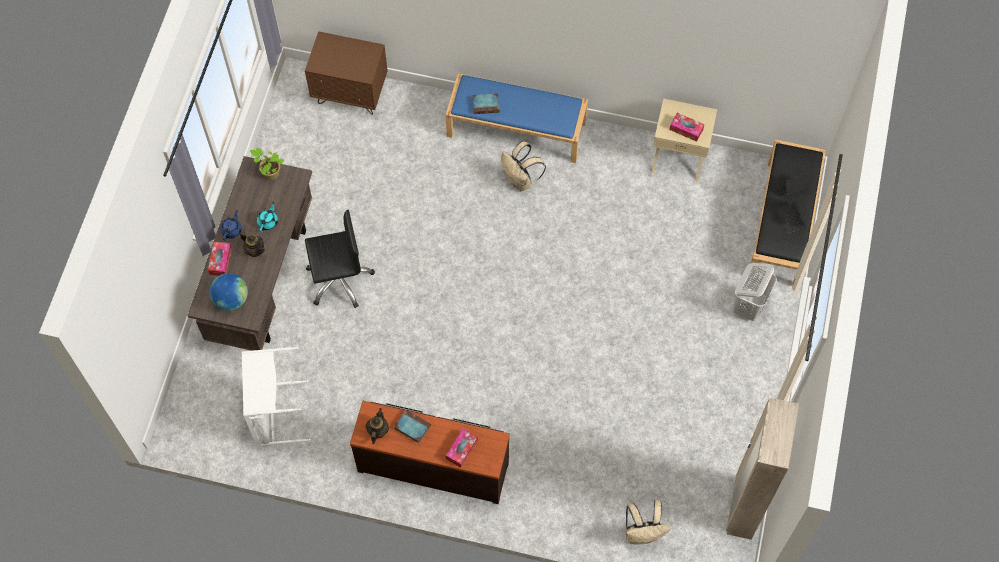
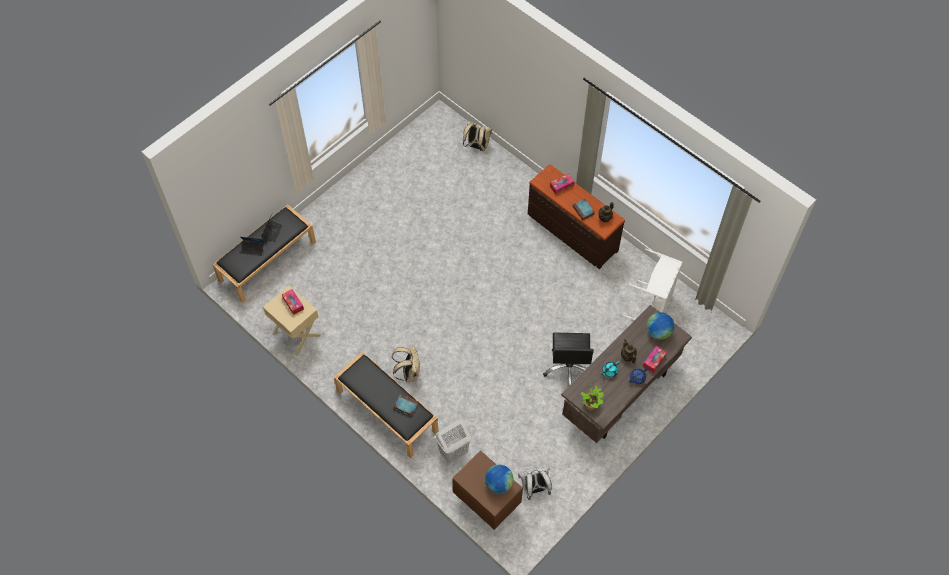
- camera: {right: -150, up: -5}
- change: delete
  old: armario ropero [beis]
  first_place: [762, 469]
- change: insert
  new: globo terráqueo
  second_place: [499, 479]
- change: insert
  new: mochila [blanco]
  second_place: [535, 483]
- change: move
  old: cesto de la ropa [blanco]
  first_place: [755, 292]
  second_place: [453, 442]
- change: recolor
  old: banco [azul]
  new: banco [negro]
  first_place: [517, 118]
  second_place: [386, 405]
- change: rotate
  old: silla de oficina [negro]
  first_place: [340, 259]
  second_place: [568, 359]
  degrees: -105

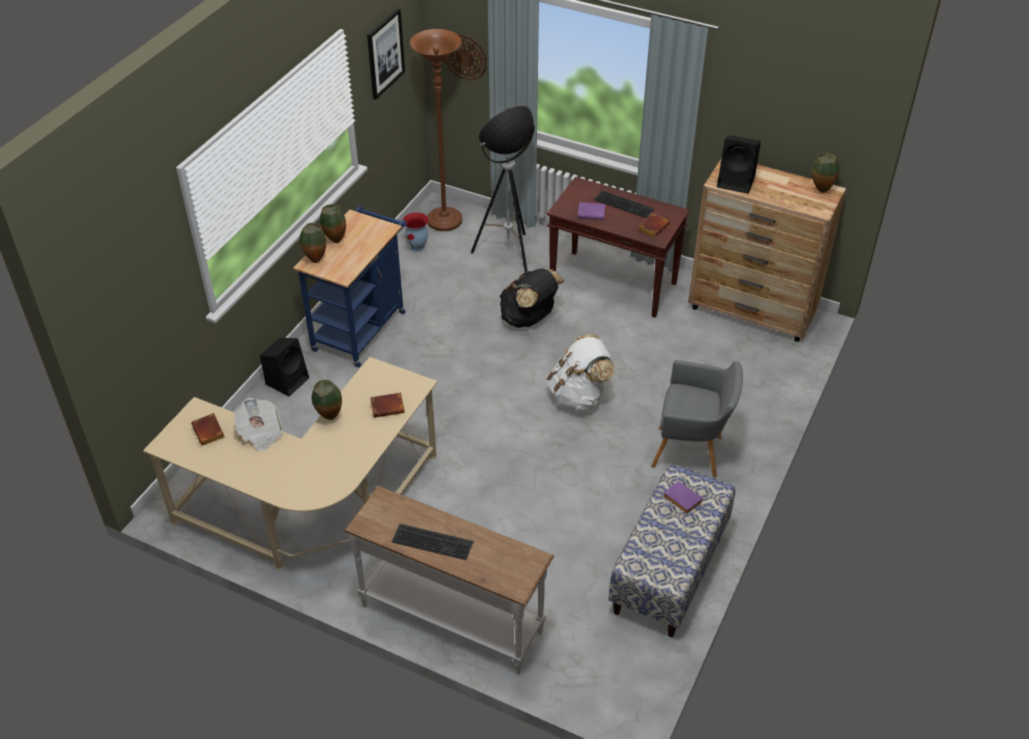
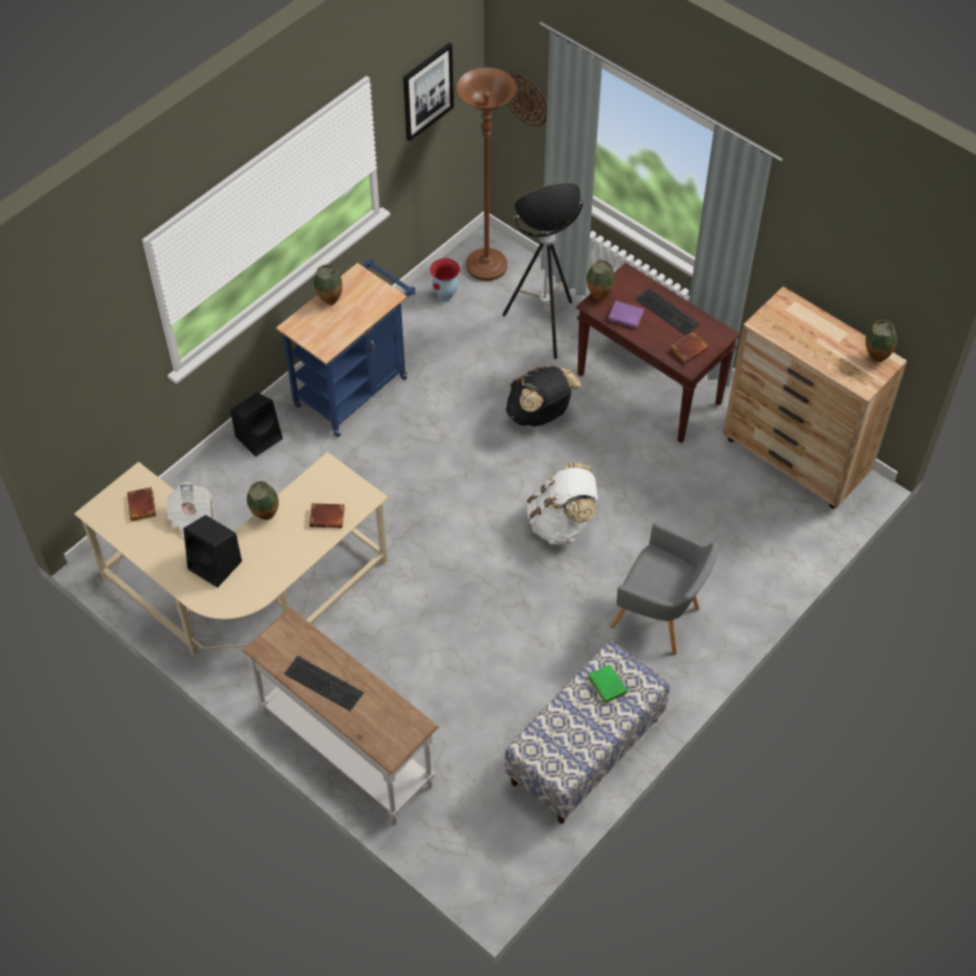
- camera: {right: 15, up: 10}
- change: move
  old: florero
  first_place: [313, 243]
  second_place: [601, 280]
- change: move
  old: altavoz [negro]
  first_place: [739, 164]
  second_place: [212, 551]
- change: recolor
  old: libro [morado]
  new: libro [verde]
  first_place: [683, 497]
  second_place: [608, 684]

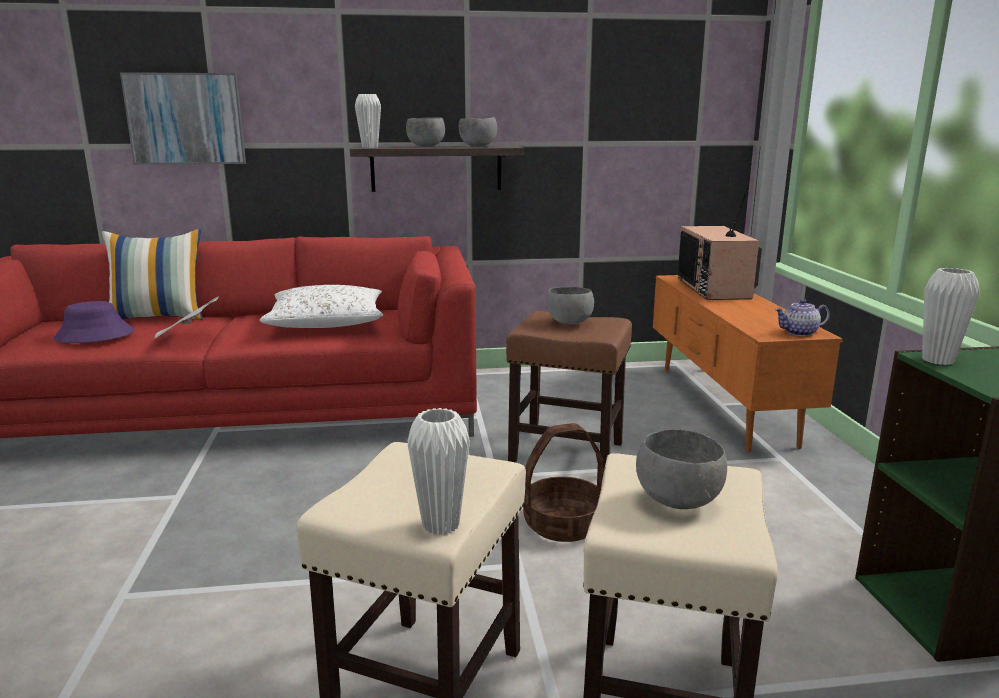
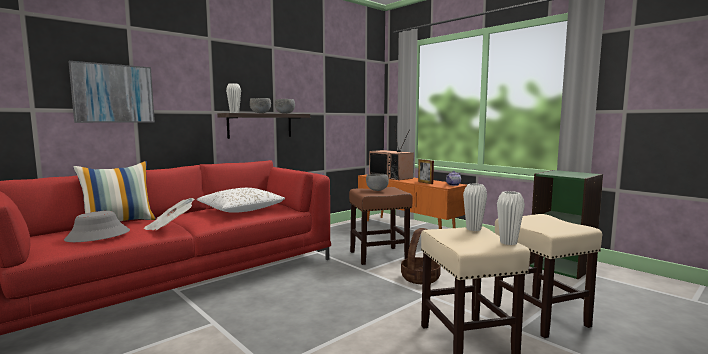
- camera: {right: -35, up: -10}
- change: delete
  old: cuenco [gris]
  first_place: [681, 469]
- change: insert
  new: portarretratos
  second_place: [426, 171]
- change: move
  old: florero [blanco]
  first_place: [951, 316]
  second_place: [475, 207]
- change: recolor
  old: sombrero [morado]
  new: sombrero [gris]
  first_place: [94, 322]
  second_place: [97, 226]

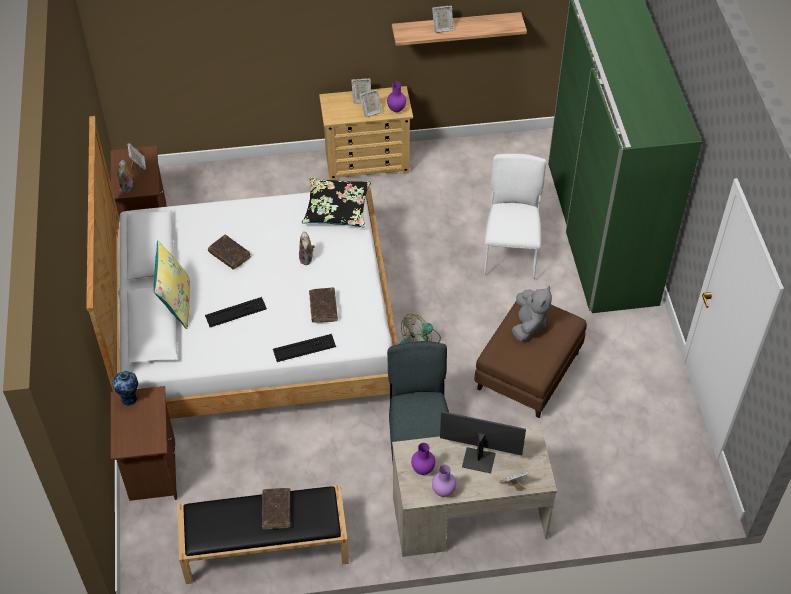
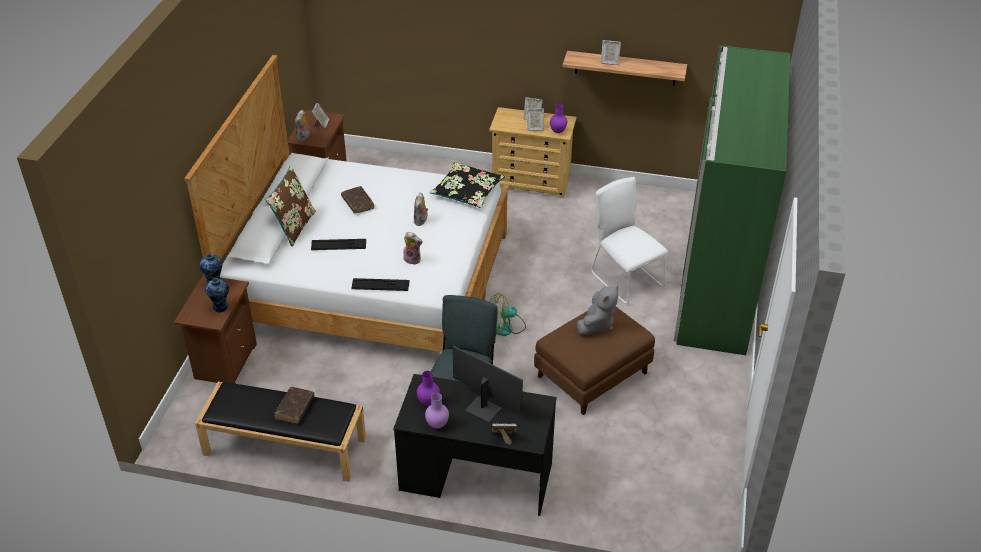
- camera: {right: 20, up: -10}
- change: insert
  new: florero
  second_place: [217, 295]
- change: replace
  old: libro [marrón]
  new: peluche
  first_place: [323, 305]
  second_place: [412, 248]
- change: recolor
  old: cojín [amarillo]
  new: cojín [marrón]
  first_place: [172, 284]
  second_place: [291, 206]
- change: recolor
  old: escritorio [beis]
  new: escritorio [negro]
  first_place: [474, 491]
  second_place: [475, 445]
- change: rotate
  old: silla [blanco]
  first_place: [515, 216]
  second_place: [629, 240]
  degrees: -60

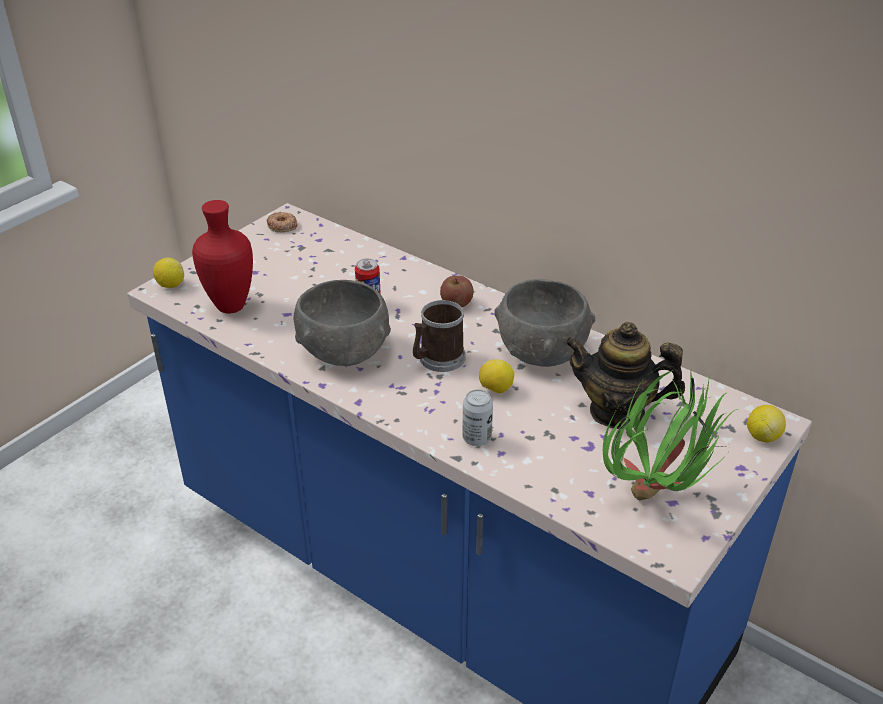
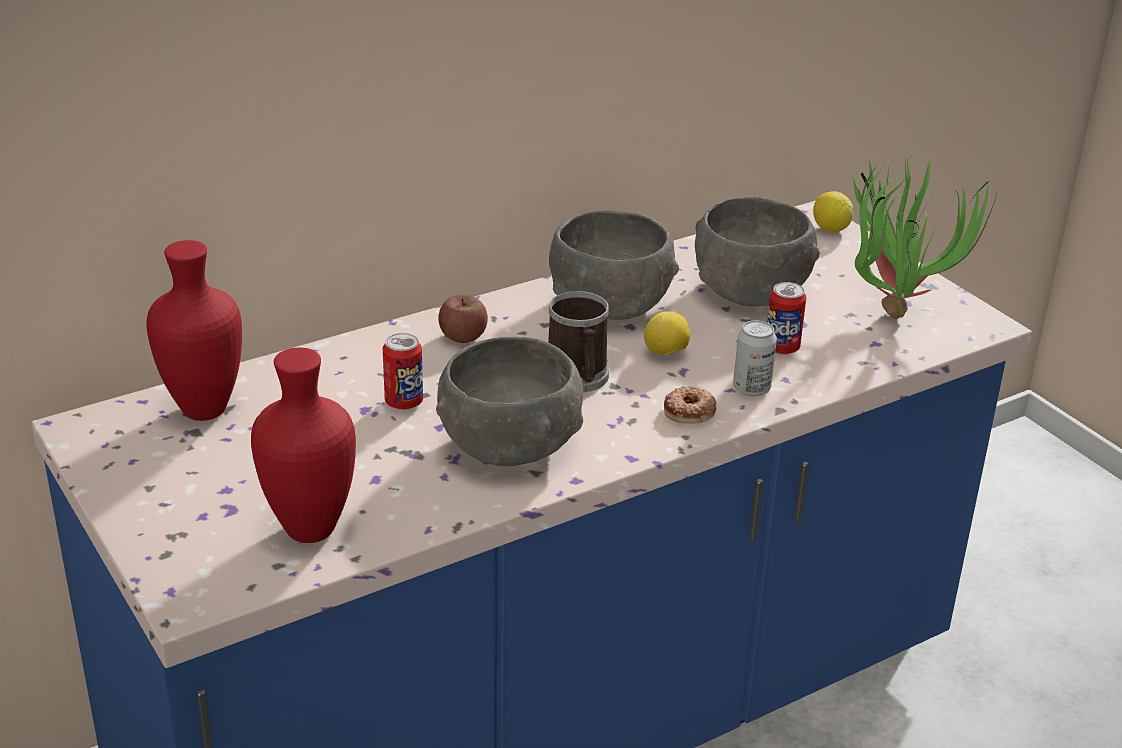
- camera: {right: -70, up: -5}
- change: delete
  old: limón
  first_place: [168, 273]
- change: insert
  new: florero [rojo]
  second_place: [194, 330]
- change: insert
  new: lata
  second_place: [786, 318]
- change: move
  old: rosquilla
  first_place: [282, 222]
  second_place: [690, 405]
- change: replace
  old: tetera
  new: cuenco [gris]
  first_place: [625, 375]
  second_place: [757, 251]

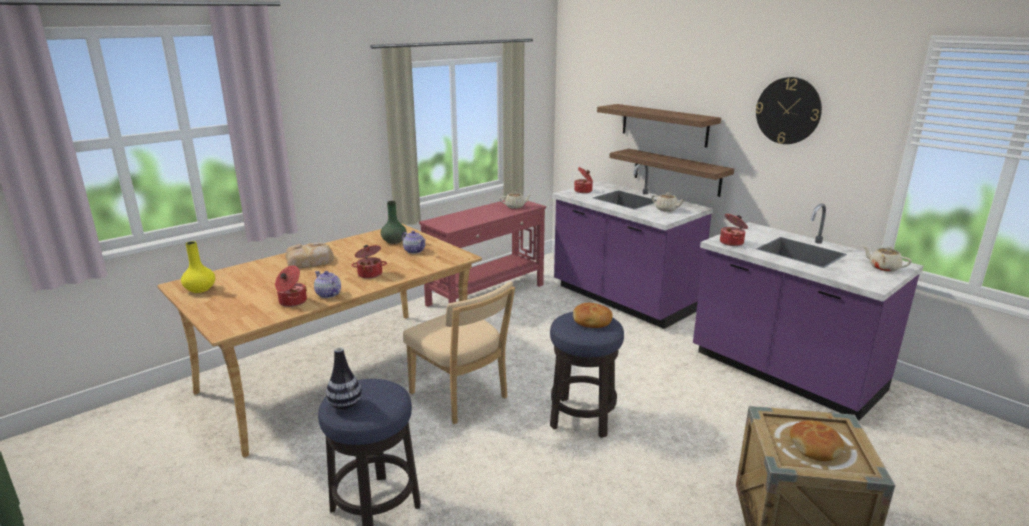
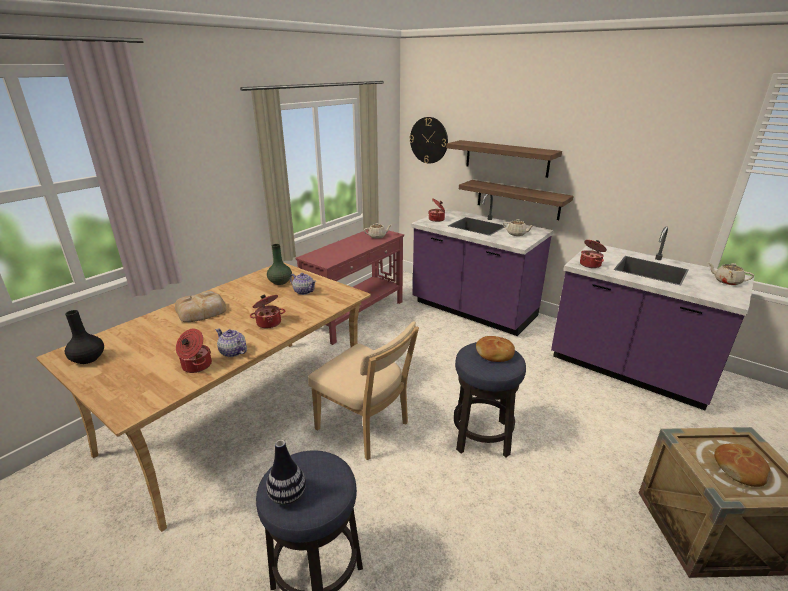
- camera: {right: -10, up: 5}
- change: move
  old: reloj de pared
  first_place: [789, 110]
  second_place: [428, 140]
- change: recolor
  old: florero [amarillo]
  new: florero [negro]
  first_place: [198, 267]
  second_place: [84, 337]

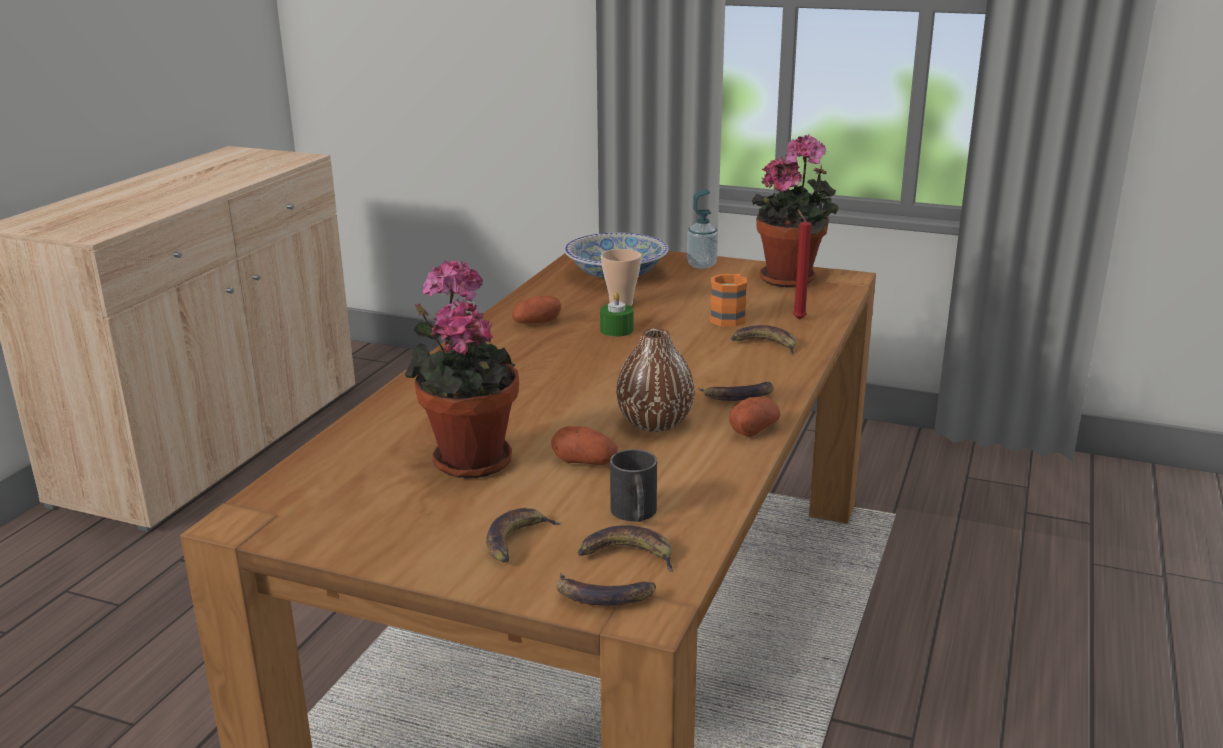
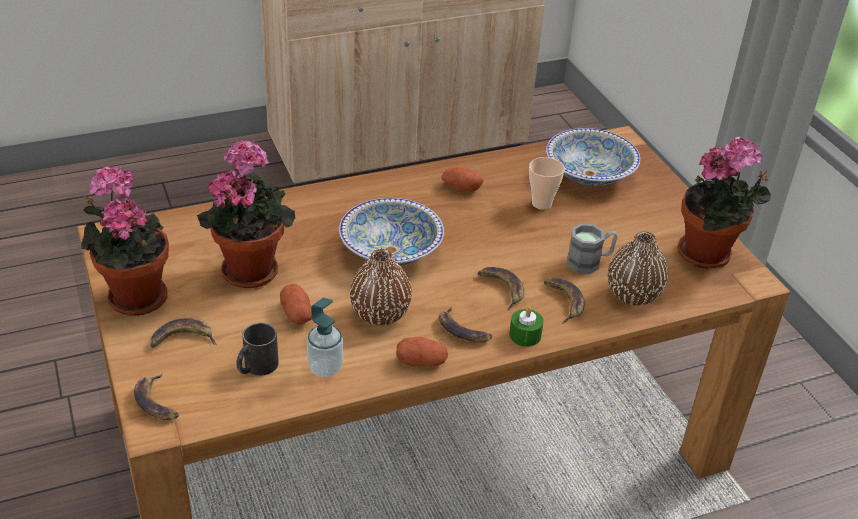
- camera: {right: 45, up: 15}
- change: insert
  new: planta en maceta
  second_place: [125, 241]
- change: insert
  new: cuenco
  second_place: [391, 232]
- change: move
  old: plátano
  first_place: [625, 548]
  second_place: [501, 288]
- change: move
  old: vela [verde]
  first_place: [617, 314]
  second_place: [526, 326]
- change: move
  old: dispensador de jabón
  first_place: [702, 229]
  second_place: [325, 337]
- change: replace
  old: vela [rojo]
  new: florero [marrón]
  first_place: [802, 265]
  second_place: [638, 268]
- change: recolor
  old: taza grande [naranja]
  new: taza grande [gris]
  first_place: [728, 300]
  second_place: [592, 248]

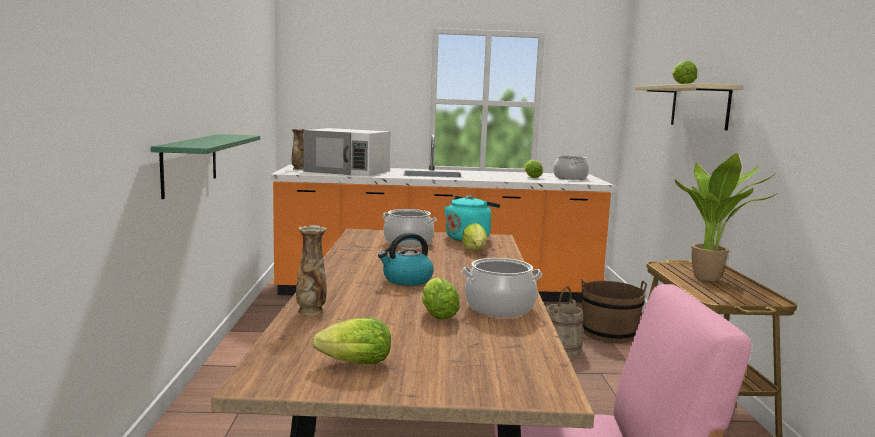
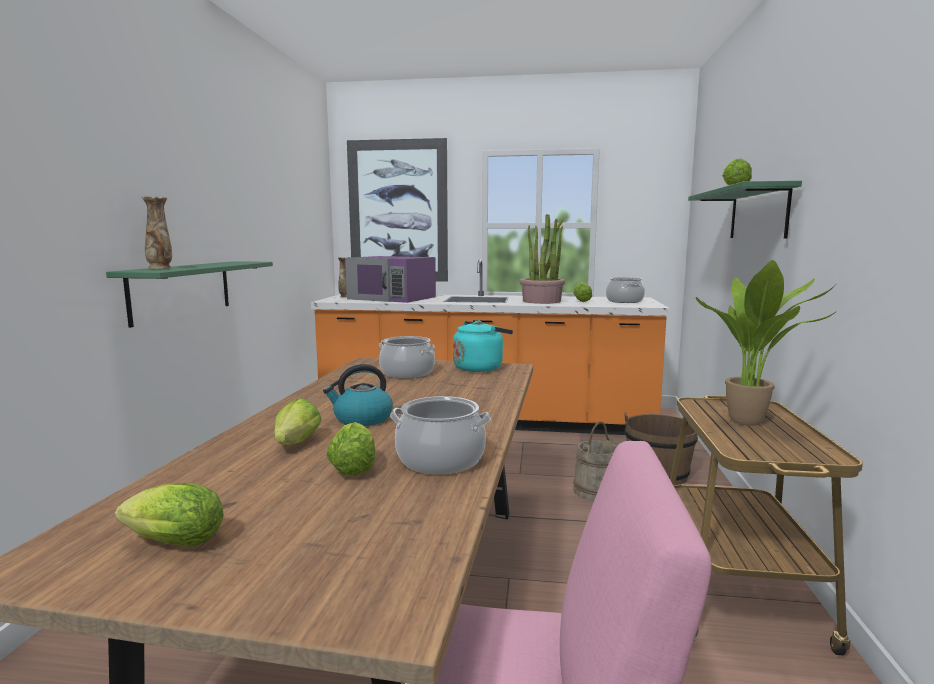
- camera: {right: 10, up: 0}
- change: insert
  new: cuadro
  second_place: [397, 210]
- change: insert
  new: planta en maceta
  second_place: [542, 259]
- change: move
  old: florero
  first_place: [311, 270]
  second_place: [157, 232]
- change: move
  old: lechuga
  first_place: [474, 237]
  second_place: [298, 421]
- change: recolor
  old: microondas [blanco]
  new: microondas [morado]
  first_place: [347, 152]
  second_place: [390, 279]
- change: recolor
  old: estante [beis]
  new: estante [verde]
  first_place: [688, 107]
  second_place: [745, 209]

